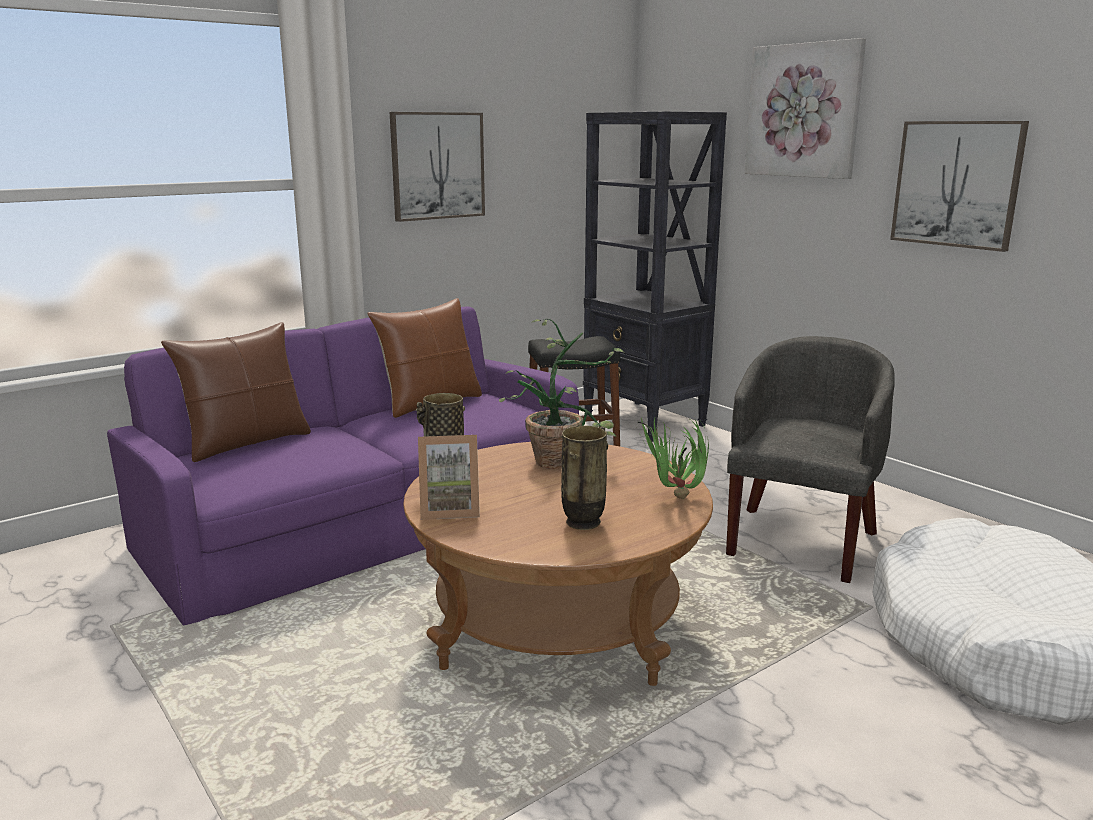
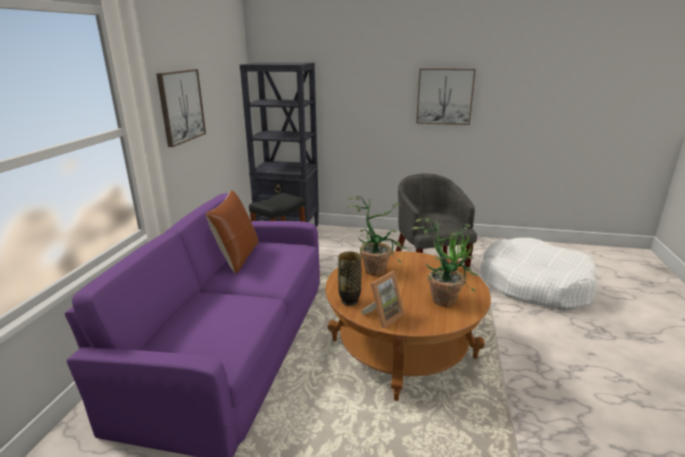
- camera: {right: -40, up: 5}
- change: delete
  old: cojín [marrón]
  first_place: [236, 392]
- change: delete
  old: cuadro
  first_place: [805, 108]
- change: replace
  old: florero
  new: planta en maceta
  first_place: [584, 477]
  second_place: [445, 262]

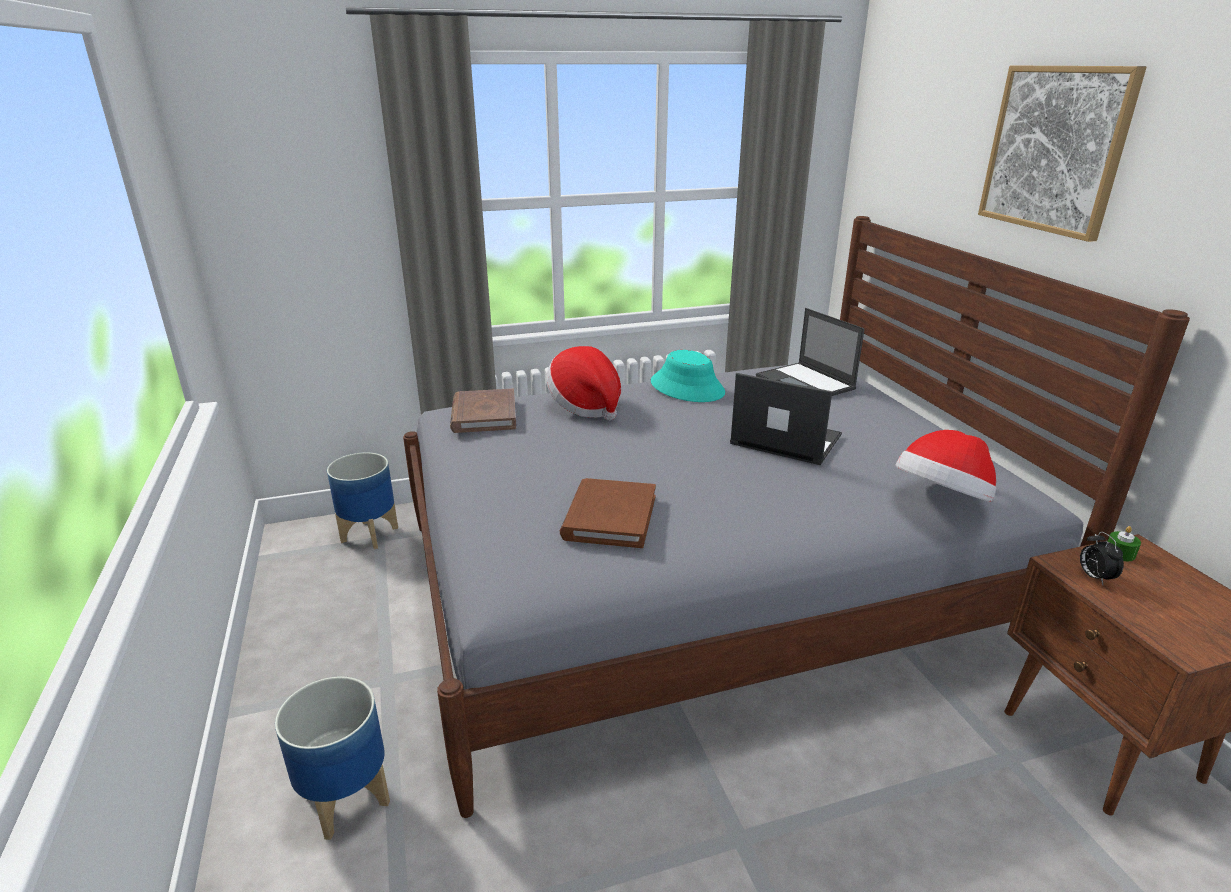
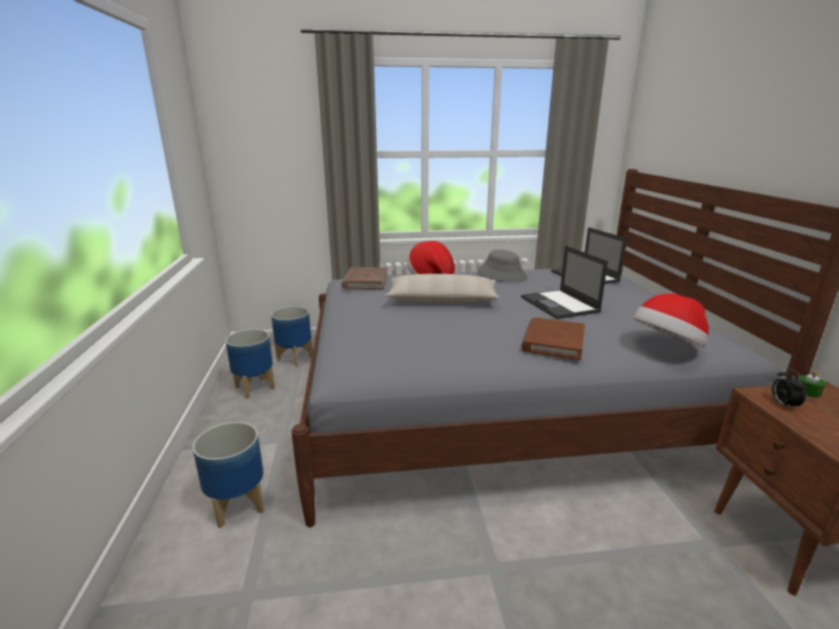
- camera: {right: 10, up: -5}
- change: delete
  old: cuadro
  first_place: [1062, 154]
- change: insert
  new: maceta
  second_place: [250, 363]
- change: insert
  new: cojín [beis]
  second_place: [442, 288]
- change: move
  old: libro [marrón]
  first_place: [608, 513]
  second_place: [553, 338]
- change: recolor
  old: sombrero [turquesa]
  new: sombrero [gris]
  first_place: [688, 376]
  second_place: [502, 266]
- change: rotate
  old: portátil
  first_place: [786, 419]
  second_place: [564, 282]
  degrees: -150

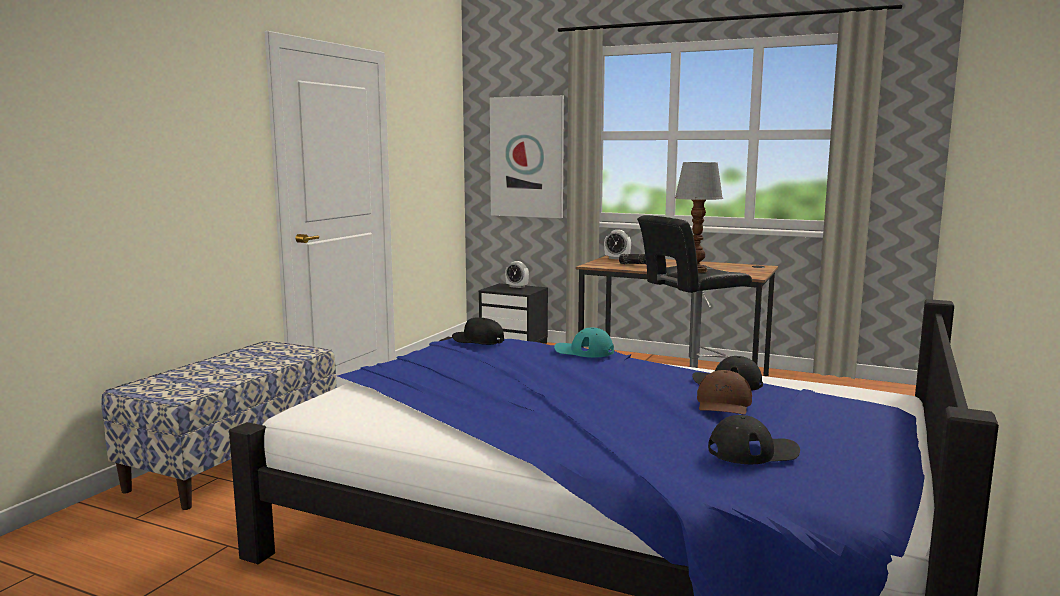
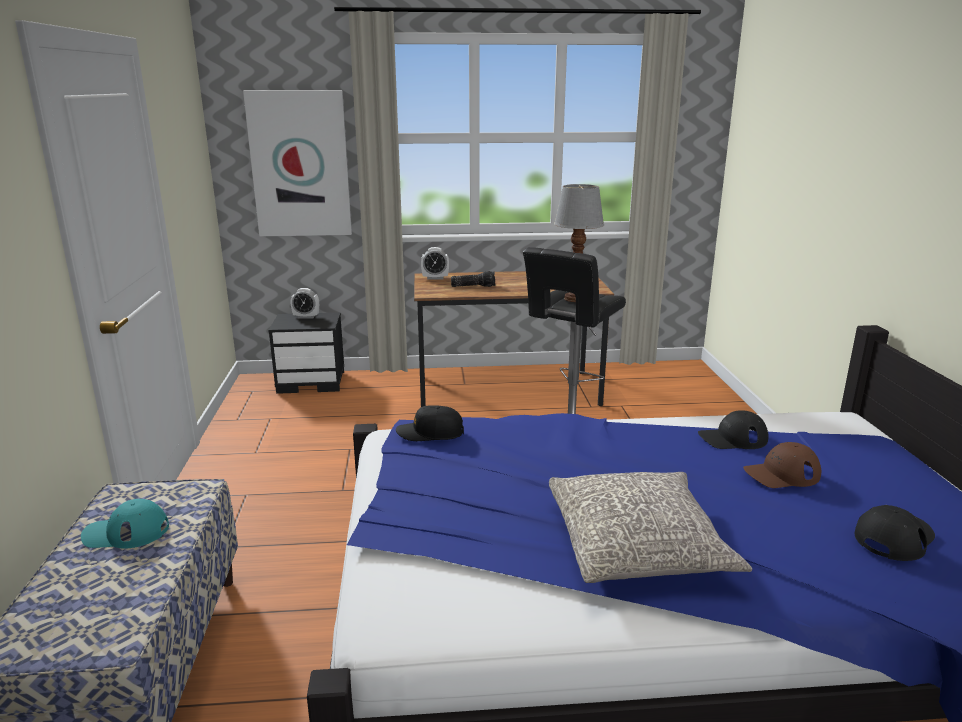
- camera: {right: -30, up: 10}
- change: insert
  new: cojín [gris]
  second_place: [650, 527]
- change: move
  old: gorra [turquesa]
  first_place: [584, 342]
  second_place: [125, 523]
- change: rotate
  old: gorra [marrón]
  first_place: [724, 392]
  second_place: [782, 465]
  degrees: 90

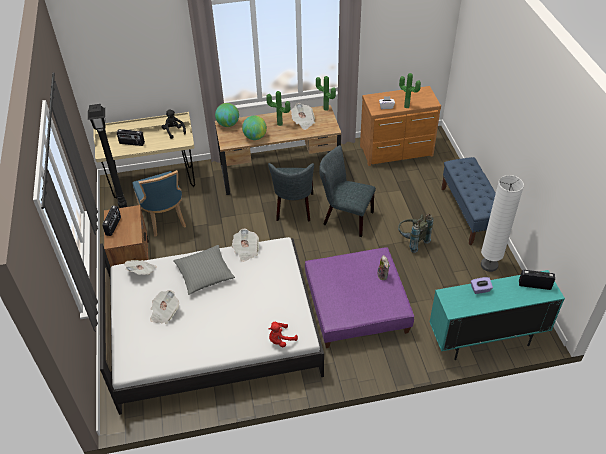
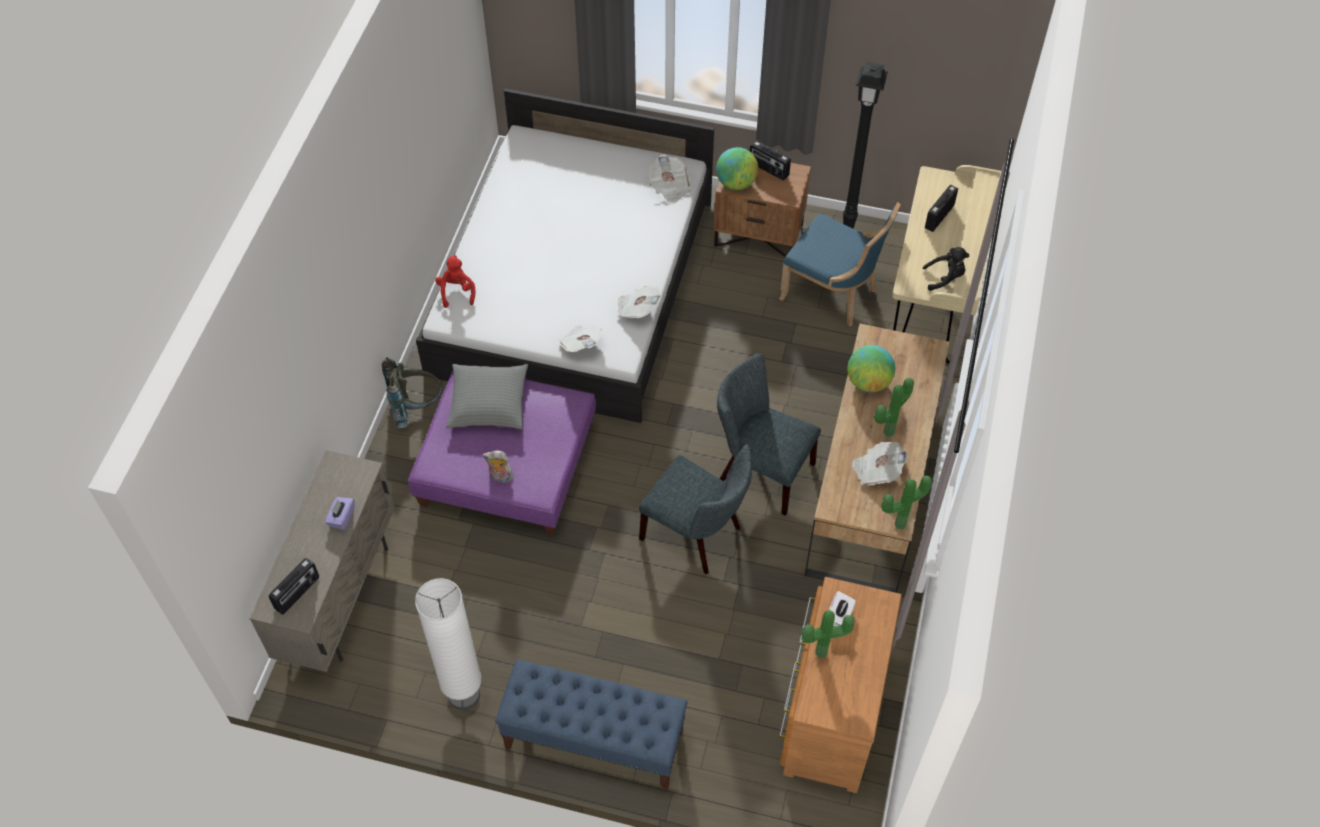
- camera: {right: 115, up: 10}
- change: move
  old: periódico
  first_place: [164, 307]
  second_place: [581, 339]
- change: move
  old: cojín [gris]
  first_place: [204, 270]
  second_place: [487, 396]
- change: move
  old: globo terráqueo
  first_place: [227, 115]
  second_place: [737, 168]
- change: move
  old: mochila [gris]
  first_place: [415, 233]
  second_place: [412, 392]
- change: recolor
  old: armario [turquesa]
  new: armario [beis]
  first_place: [497, 315]
  second_place: [322, 561]
- change: rotate
  old: silla [azul]
  first_place: [159, 203]
  second_place: [840, 264]
  degrees: -150
- change: rotate
  old: silla [gris]
  first_place: [347, 191]
  second_place: [695, 509]
  degrees: 75

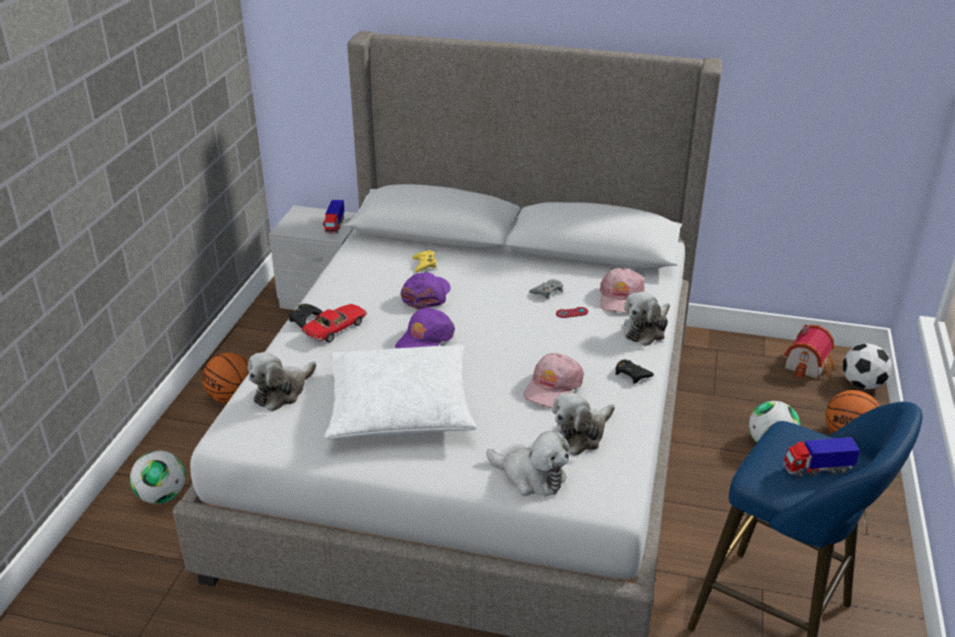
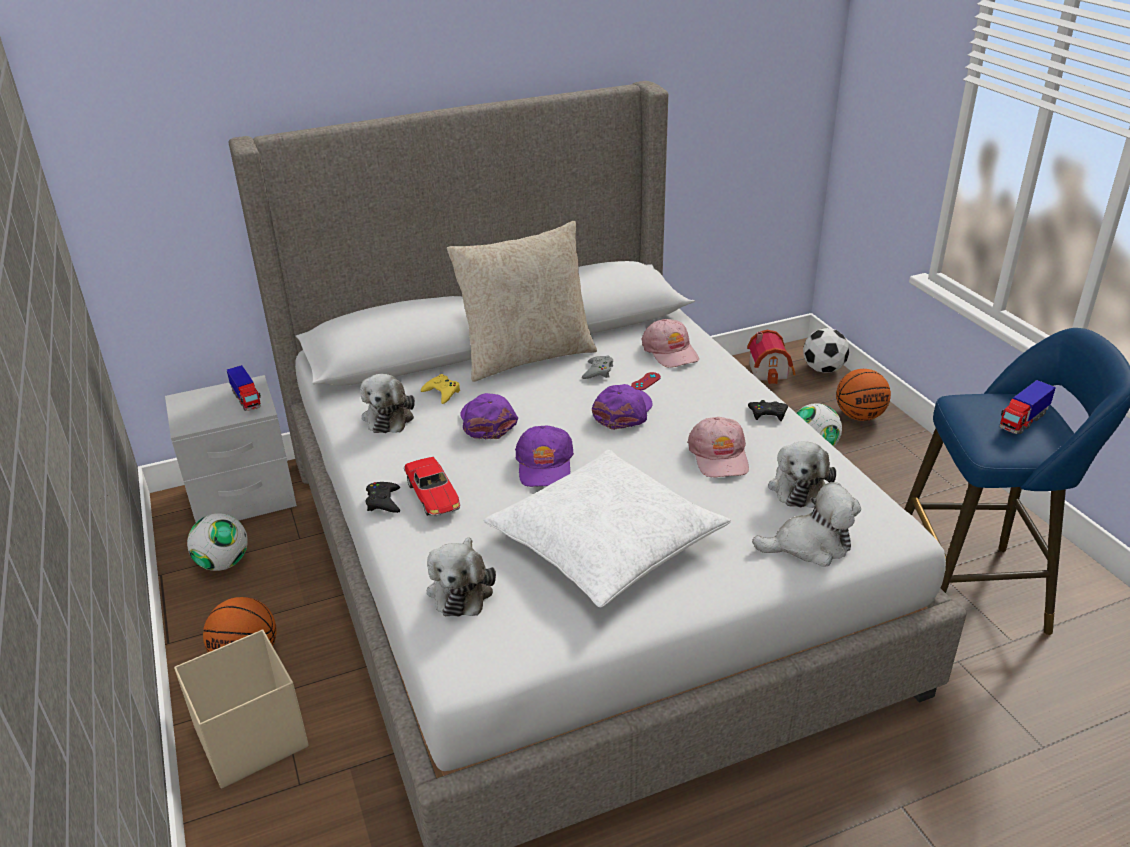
- camera: {right: -35, up: 0}
- change: insert
  new: caja de almacenaje [beis]
  second_place: [241, 708]
- change: insert
  new: cojín [beis]
  second_place: [522, 301]
- change: insert
  new: gorra [morado]
  second_place: [622, 407]
- change: move
  old: balón de fútbol
  first_place: [157, 477]
  second_place: [217, 542]
- change: move
  old: peluche
  first_place: [647, 319]
  second_place: [387, 403]
- change: rotate
  old: coche de juguete
  first_place: [334, 323]
  second_place: [432, 487]
  degrees: 150

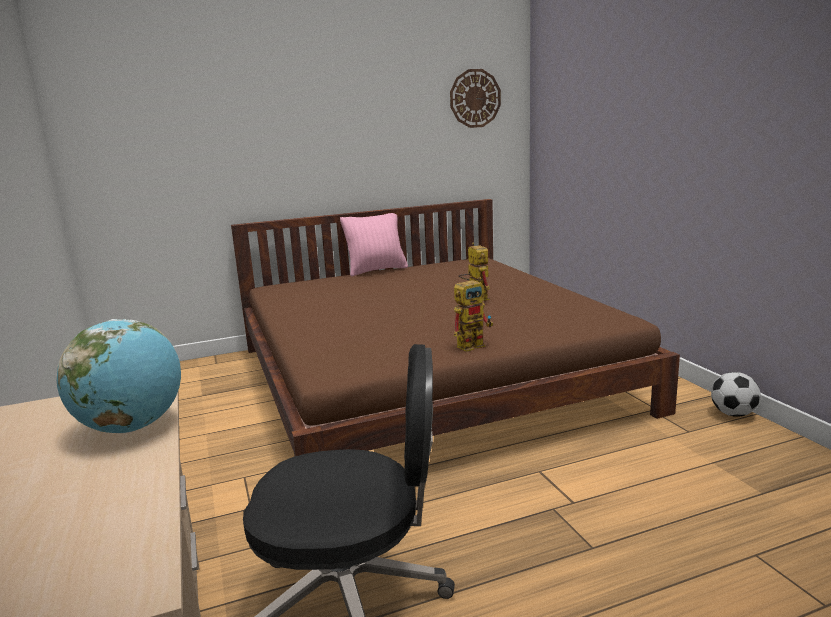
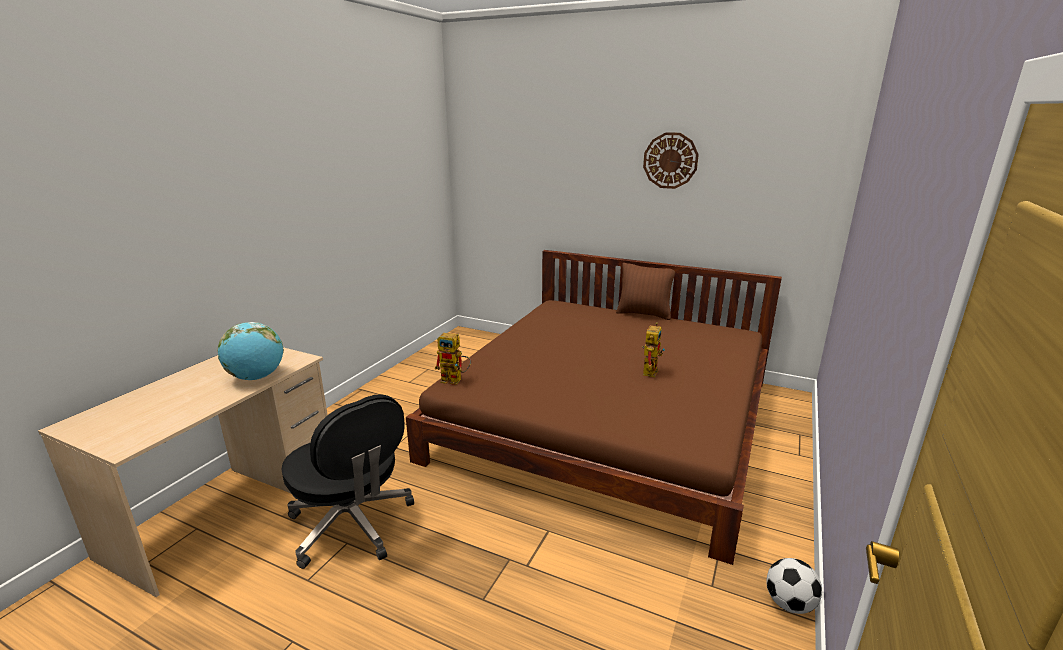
- camera: {right: 45, up: 5}
- change: move
  old: reloj de pared
  first_place: [475, 98]
  second_place: [671, 160]
- change: move
  old: robot de juguete
  first_place: [473, 314]
  second_place: [453, 359]
- change: recolor
  old: cojín [rosa]
  new: cojín [marrón]
  first_place: [374, 244]
  second_place: [645, 291]

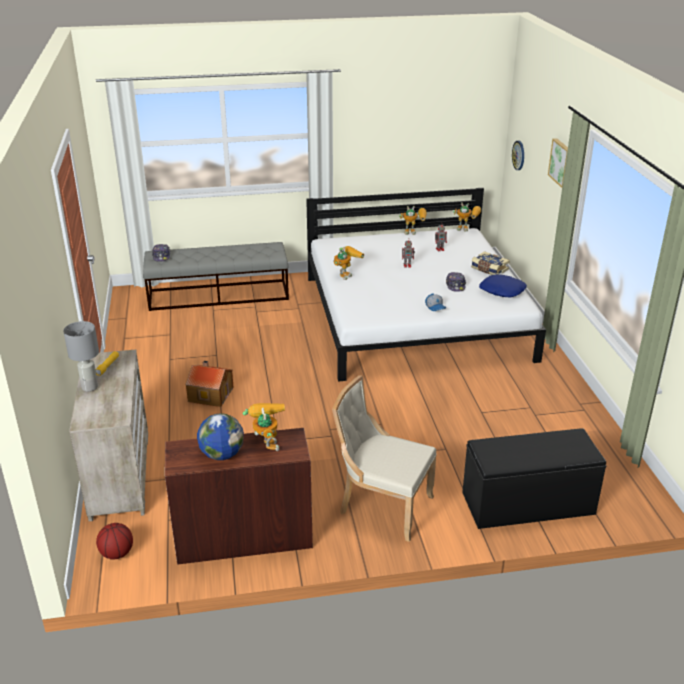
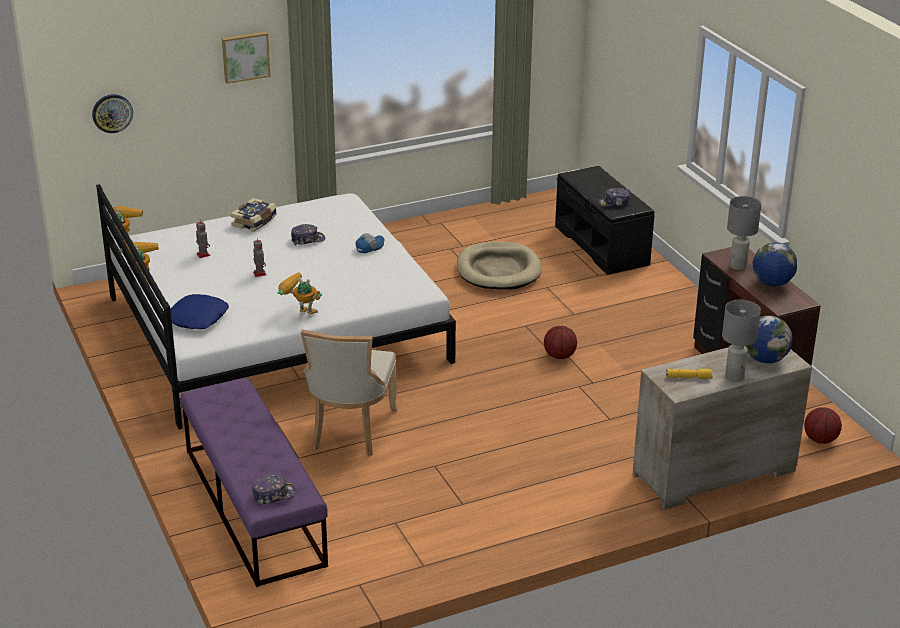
- camera: {right: -105, up: 0}
- change: delete
  old: casita
  first_place: [210, 384]
- change: insert
  new: cama para perro [beis]
  second_place: [499, 265]
- change: insert
  new: balón de baloncesto
  second_place: [560, 342]
- change: insert
  new: gorra
  second_place: [613, 197]
- change: insert
  new: globo terráqueo
  second_place: [769, 339]
- change: move
  old: silla [beis]
  first_place: [384, 458]
  second_place: [349, 393]
- change: move
  old: cojín [azul]
  first_place: [503, 286]
  second_place: [199, 311]
- change: replace
  old: robot de juguete
  new: lámpara de mesa [gris]
  first_place: [264, 427]
  second_place: [744, 233]
- change: recolor
  old: banco [gris]
  new: banco [morado]
  first_place: [216, 276]
  second_place: [254, 482]

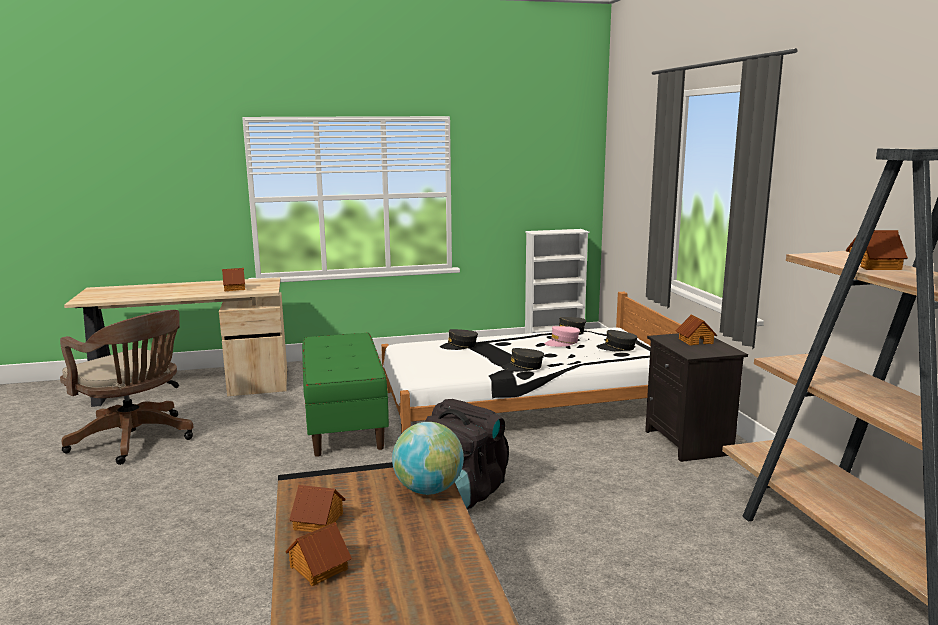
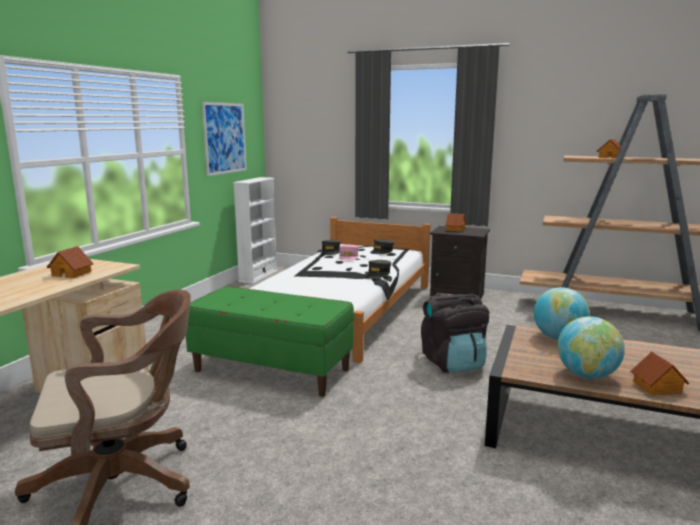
- camera: {right: -55, up: 0}
- change: delete
  old: gorra [gris]
  first_place: [459, 339]
- change: insert
  new: cuadro
  second_place: [224, 139]
- change: replace
  old: casita
  new: globo terráqueo
  first_place: [317, 508]
  second_place: [591, 347]

